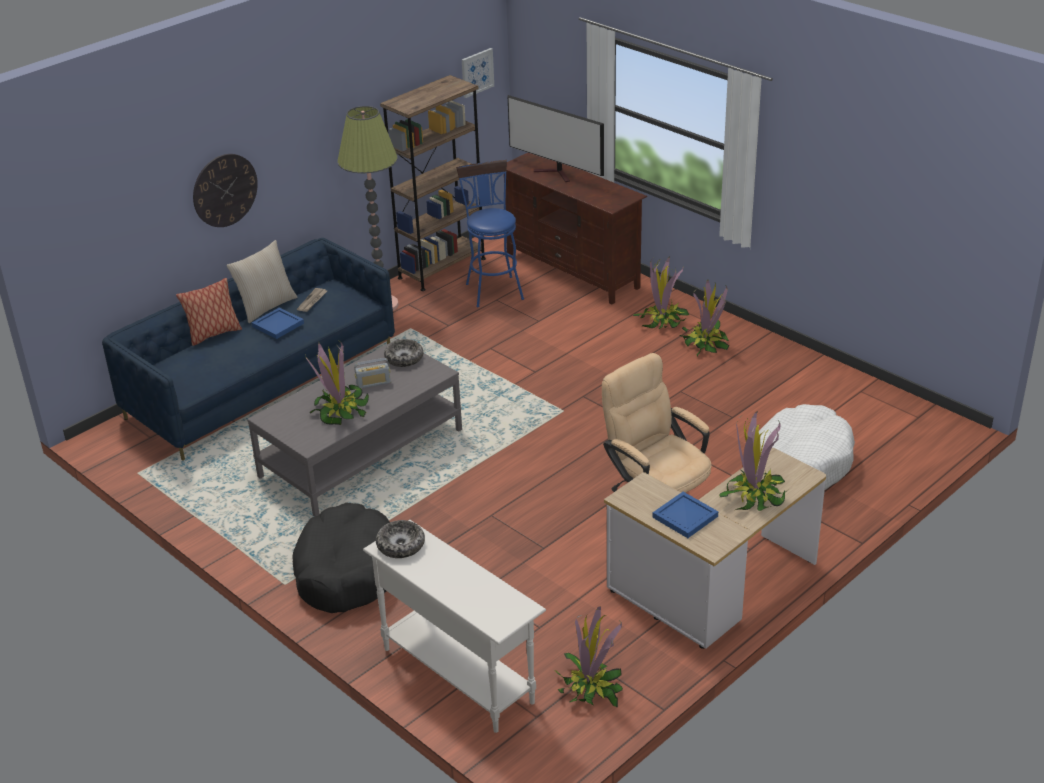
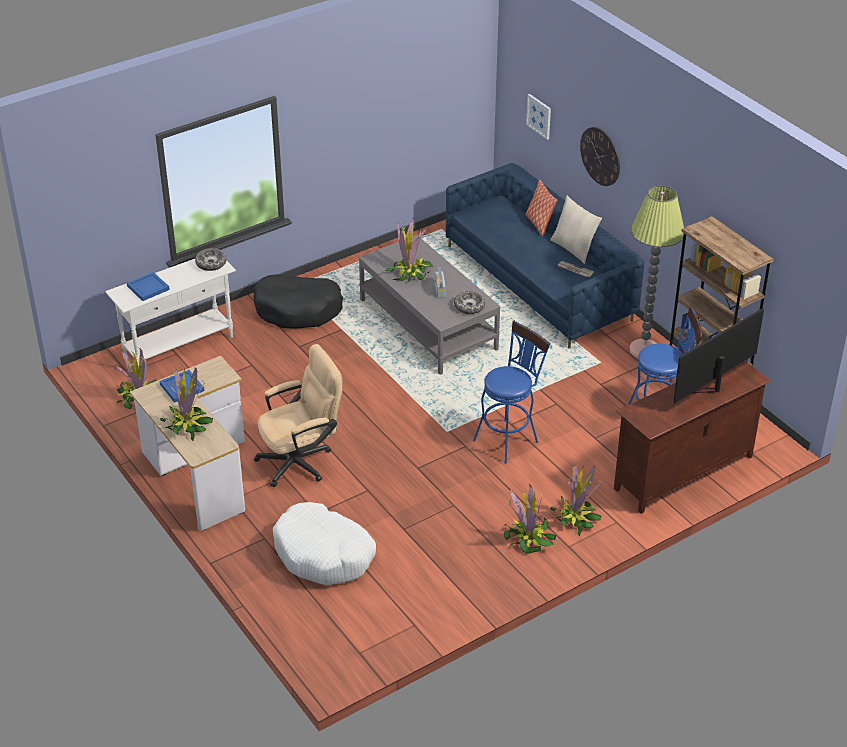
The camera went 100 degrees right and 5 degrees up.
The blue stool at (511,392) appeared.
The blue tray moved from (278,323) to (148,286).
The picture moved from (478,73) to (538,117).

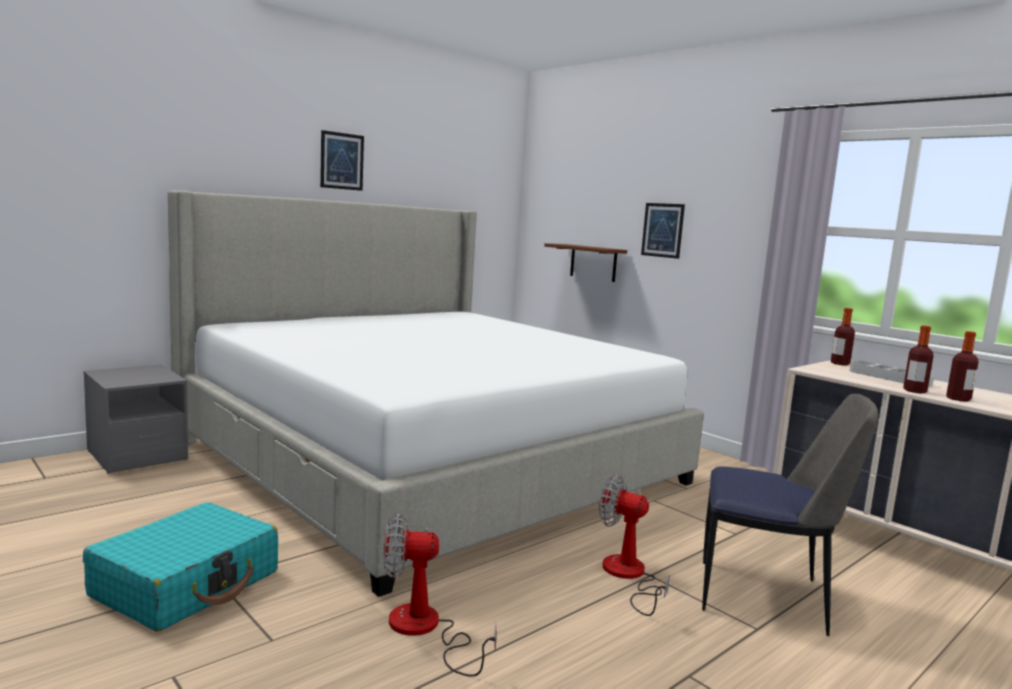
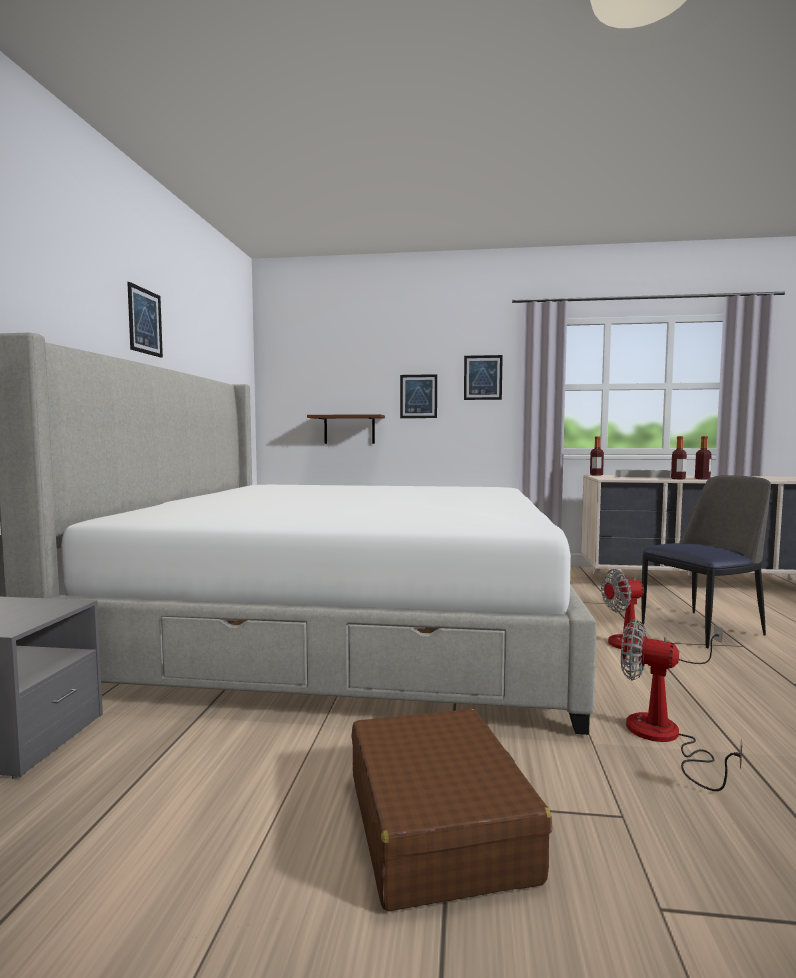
The camera went 40 degrees left and 5 degrees down.
The picture at (483,377) appeared.
The turquoise suitcase at (180,567) became the brown suitcase at (451,810).
The fan at (440,595) turned 75 degrees clockwise.

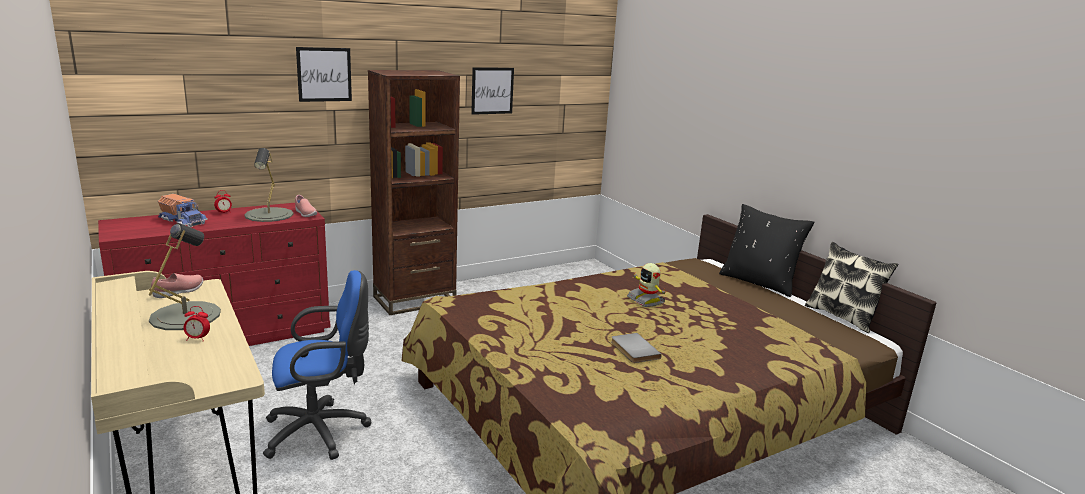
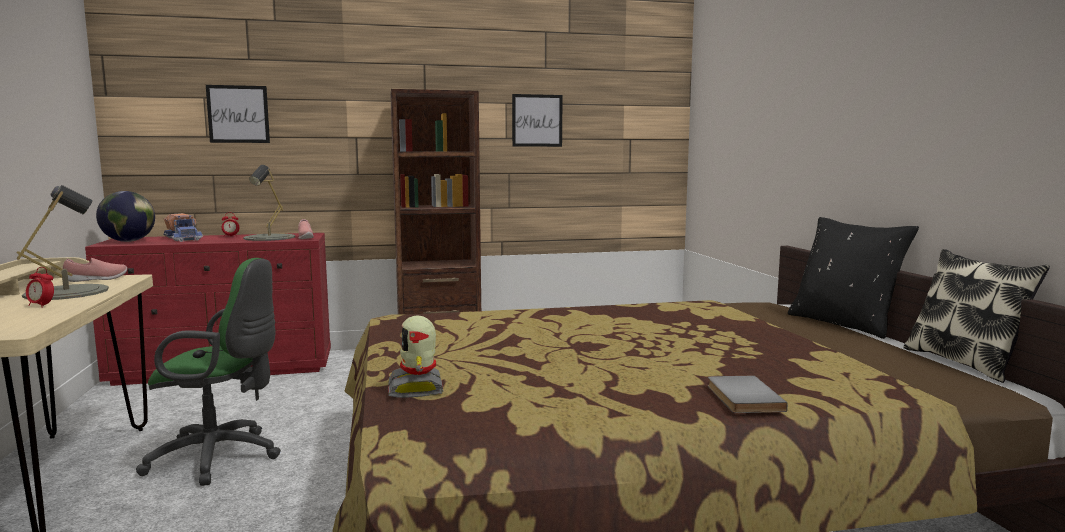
The camera went 20 degrees right and 10 degrees down.
The globe at (125,216) appeared.
The picture moved from (324,74) to (238,114).
The grey book moved from (636,348) to (748,394).
The toy robot moved from (646,285) to (415,357).
The blue office chair at (317,365) became the green office chair at (208,372).

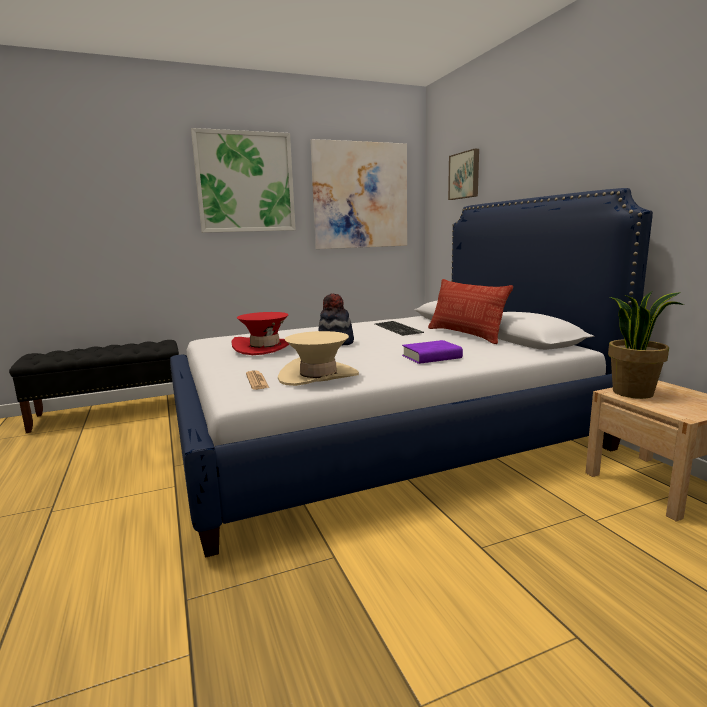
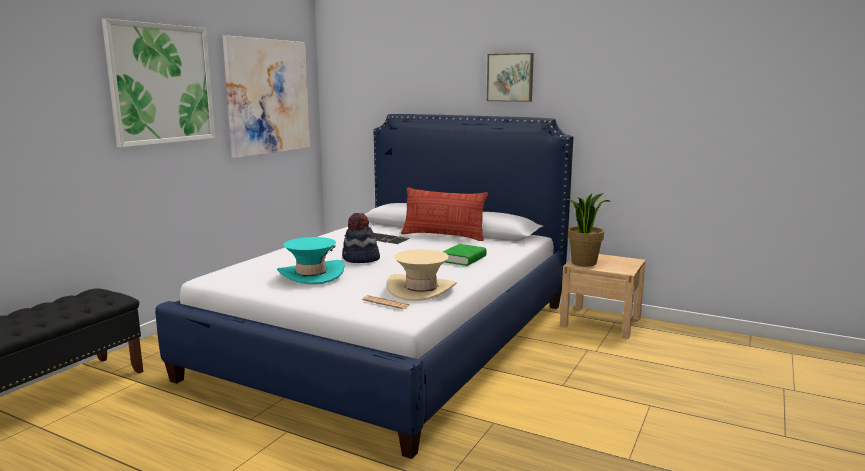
The camera went 40 degrees left and 0 degrees up.
The picture moved from (463,174) to (510,77).
The red hat at (261,333) became the turquoise hat at (310,260).
The purple book at (432,352) became the green book at (465,255).

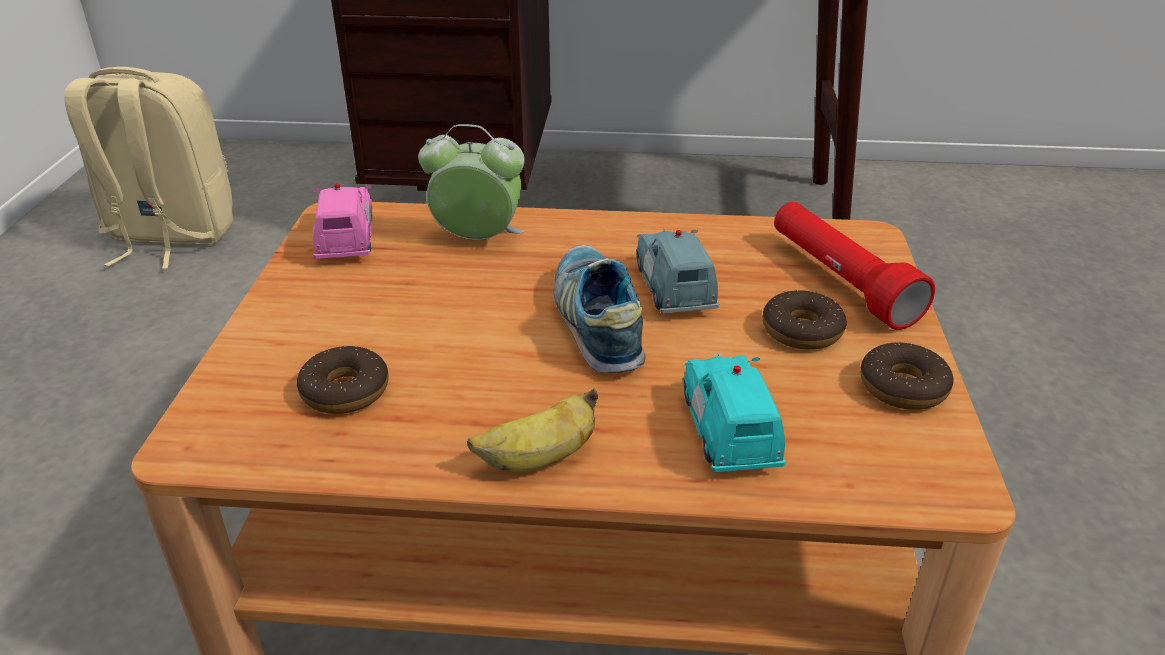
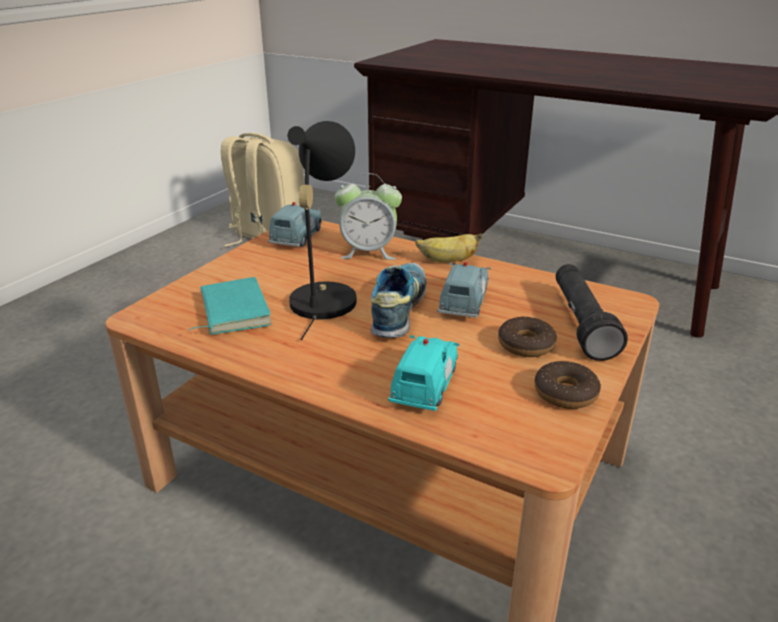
The camera went 25 degrees right and 5 degrees down.
The black table lamp at (322,230) appeared.
The banana moved from (532,430) to (448,247).
The donut at (343,380) was replaced by the turquoise book at (230,306).
The pink toy car at (342,221) became the blue toy car at (295,224).
The red flashlight at (854,266) became the black flashlight at (592,312).
The alarm clock at (471,182) turned 150 degrees clockwise.

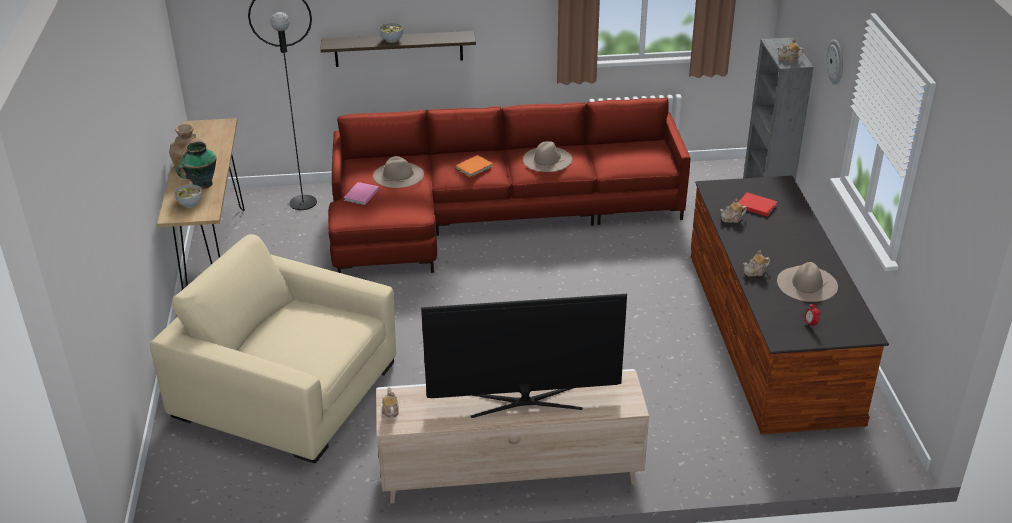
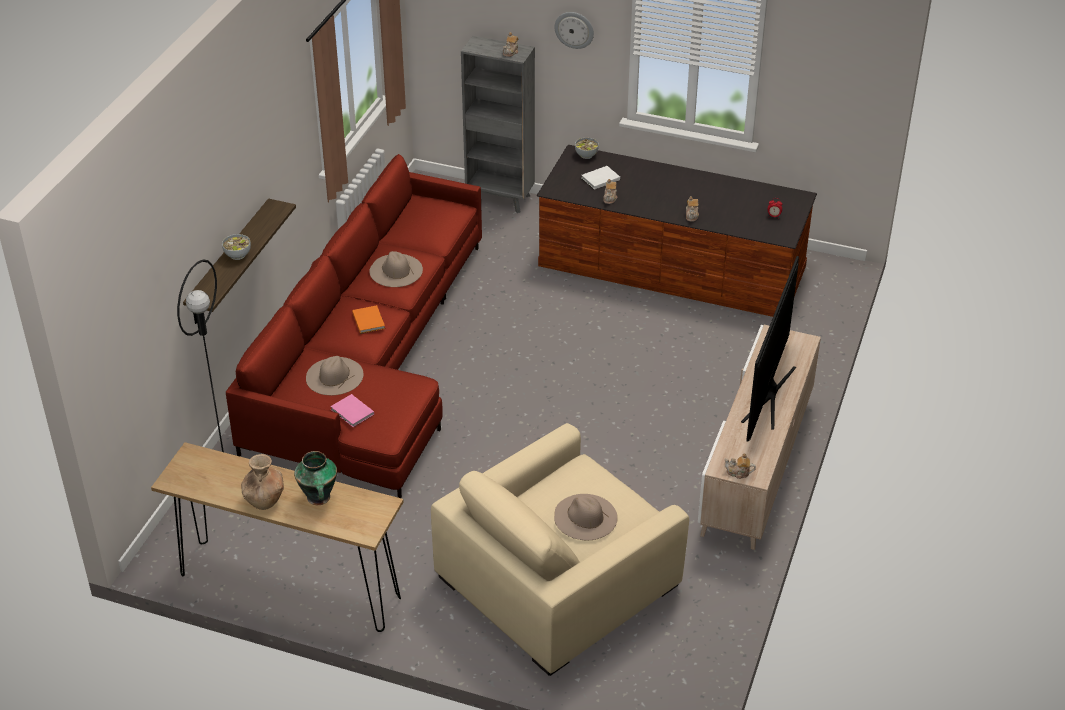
The camera went 65 degrees left and 5 degrees up.
The bowl moved from (188,196) to (587,148).
The beige hat moved from (807,282) to (586,517).
The red book at (758,205) became the white book at (601,178).

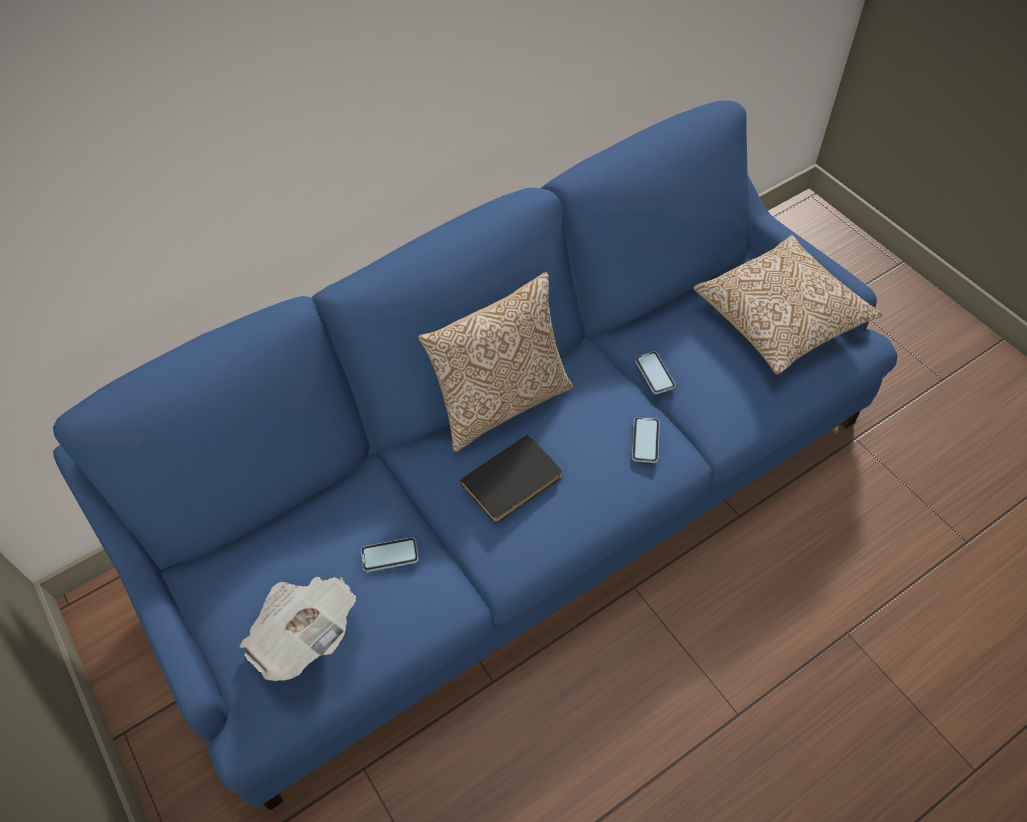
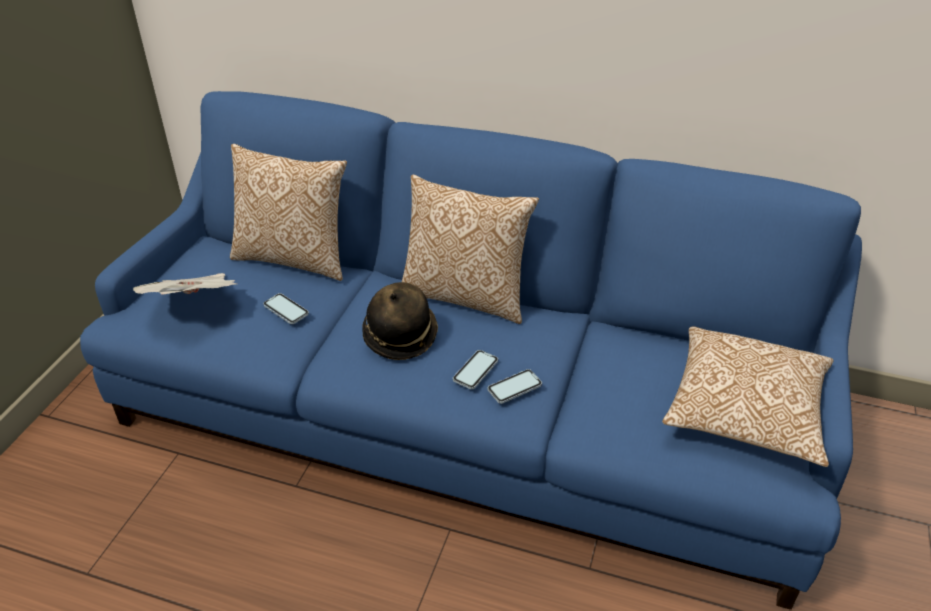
The camera went 50 degrees right and 15 degrees down.
The pillow at (288,212) appeared.
The phone moved from (655,372) to (475,369).
The black book at (511,478) was replaced by the hat at (400,321).

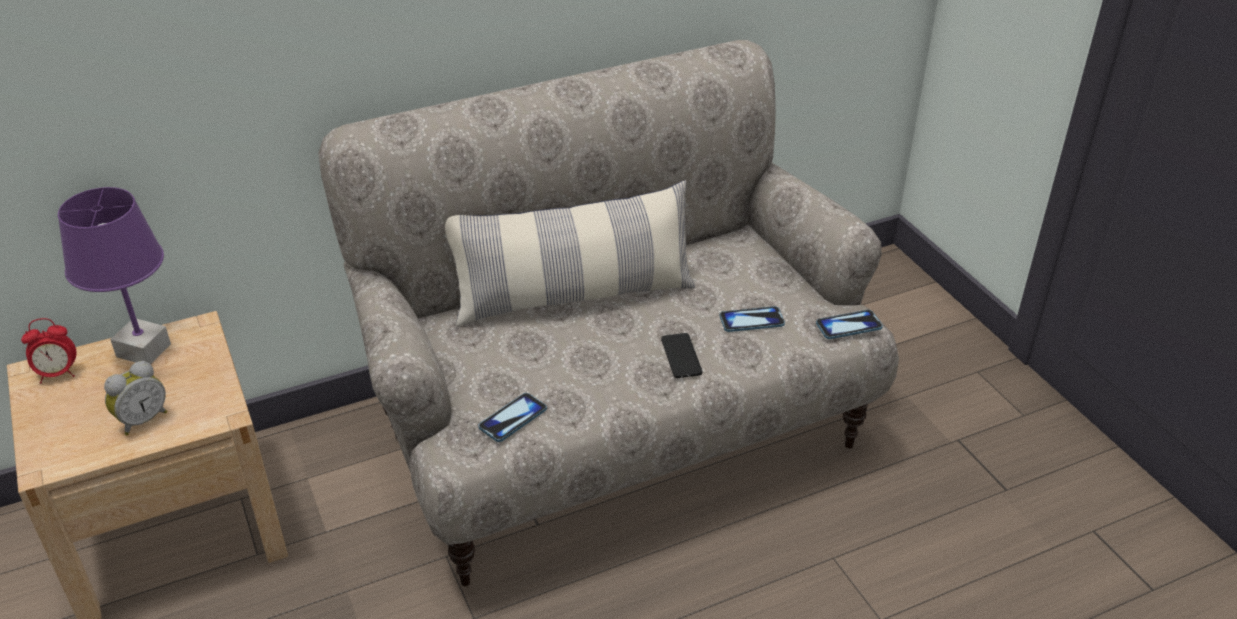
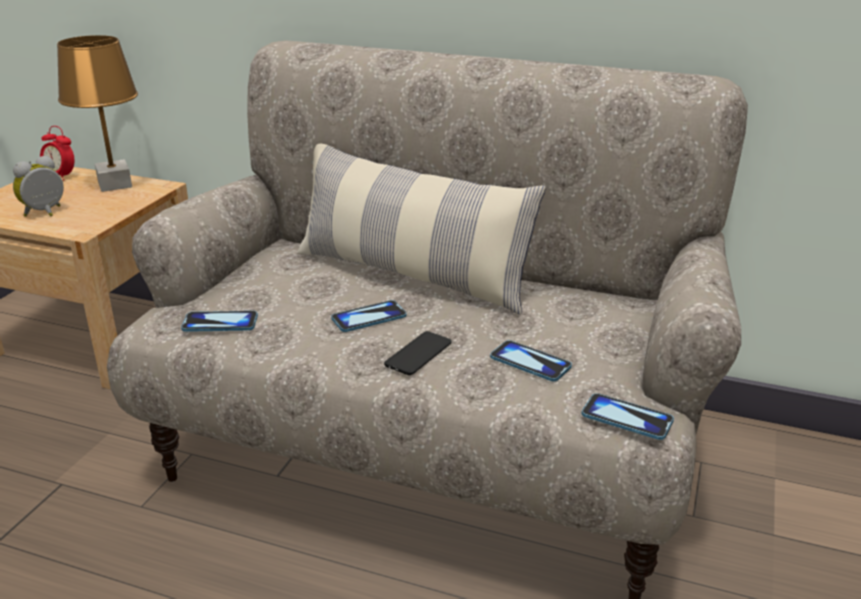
The camera went 45 degrees right and 10 degrees down.
The phone at (369,316) appeared.
The purple table lamp at (114,275) became the brown table lamp at (97,113).
The alarm clock at (135,398) turned 135 degrees clockwise.

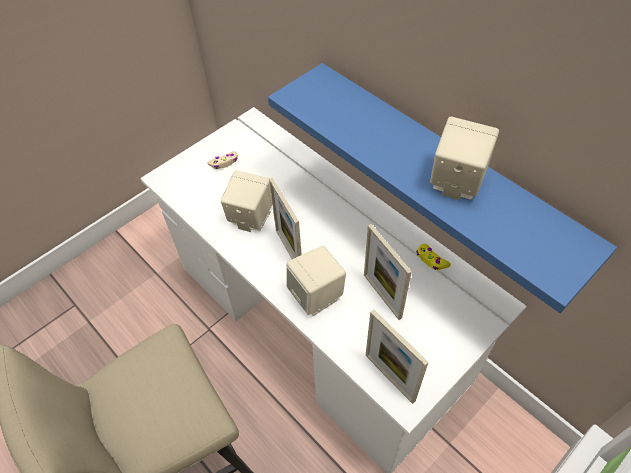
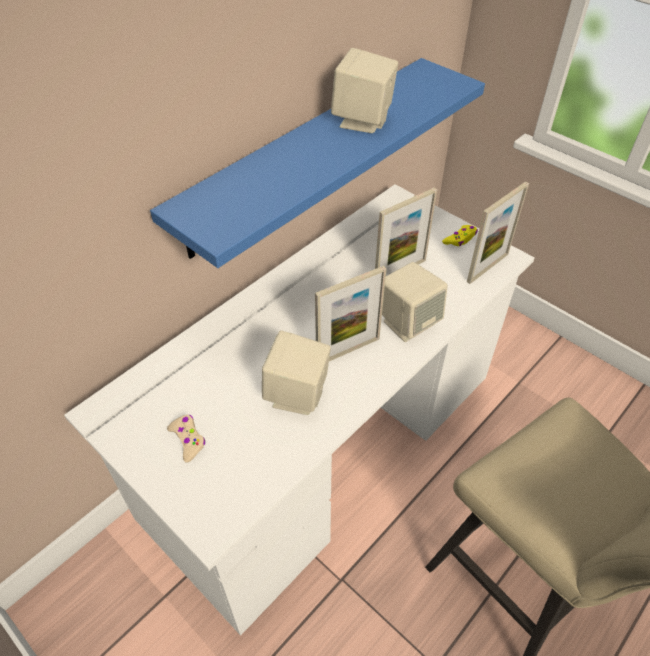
The camera went 95 degrees left and 5 degrees down.
The yellow game controller moved from (433,257) to (460,235).

